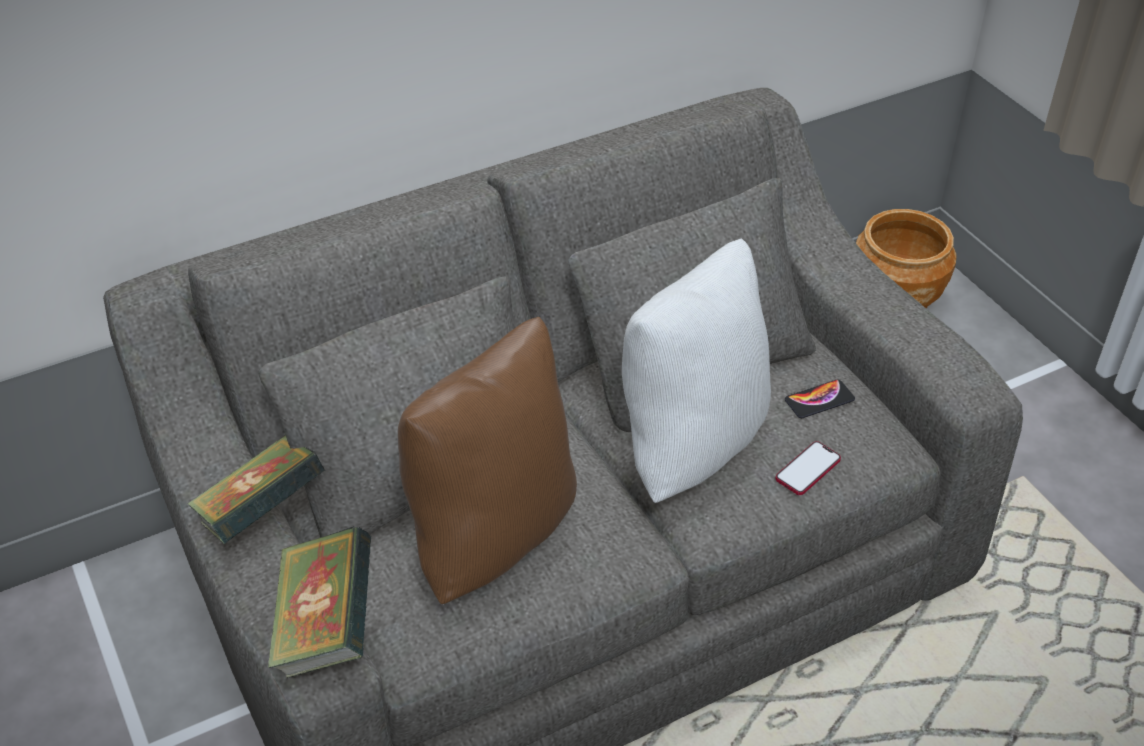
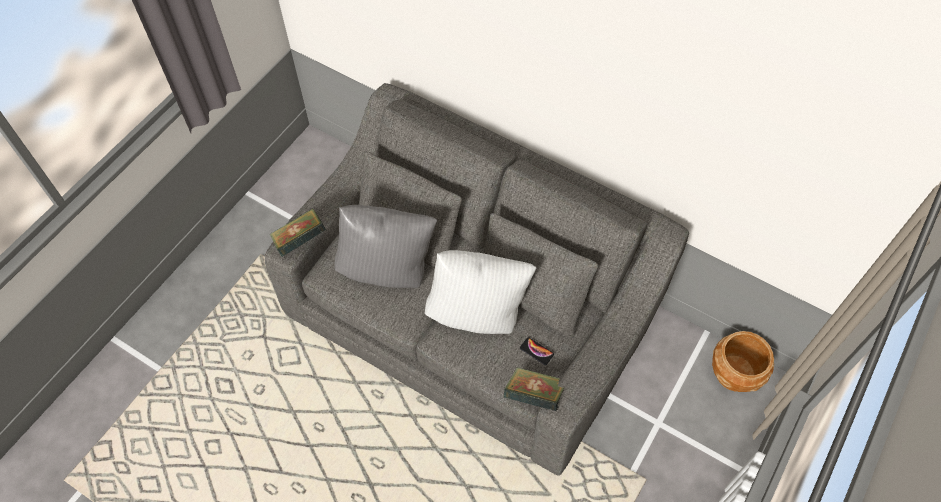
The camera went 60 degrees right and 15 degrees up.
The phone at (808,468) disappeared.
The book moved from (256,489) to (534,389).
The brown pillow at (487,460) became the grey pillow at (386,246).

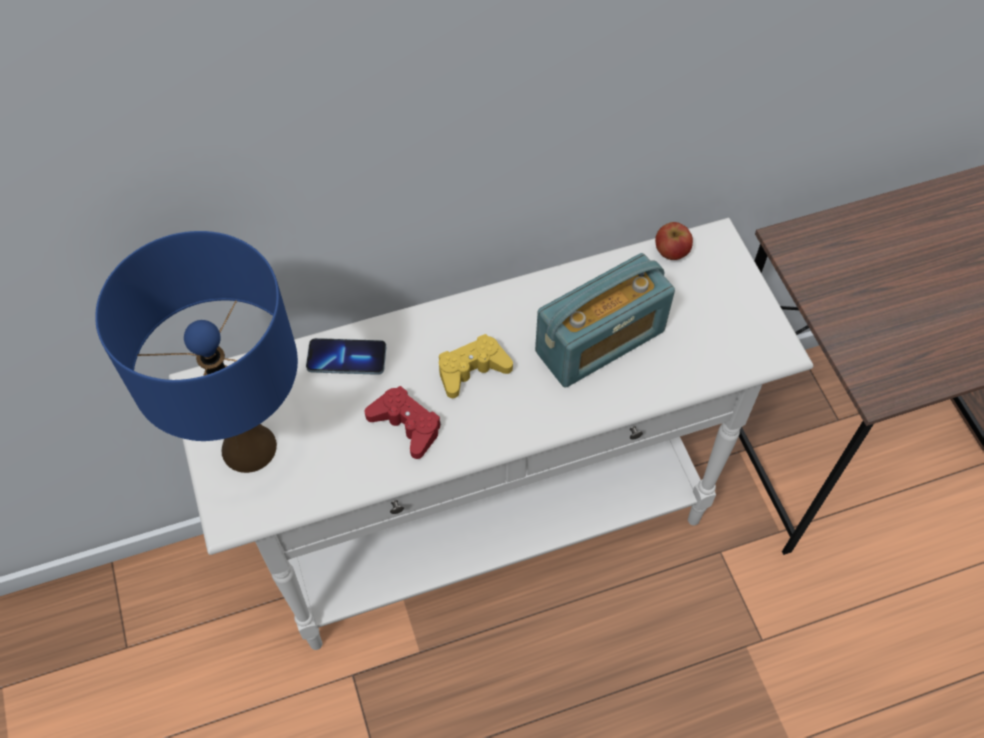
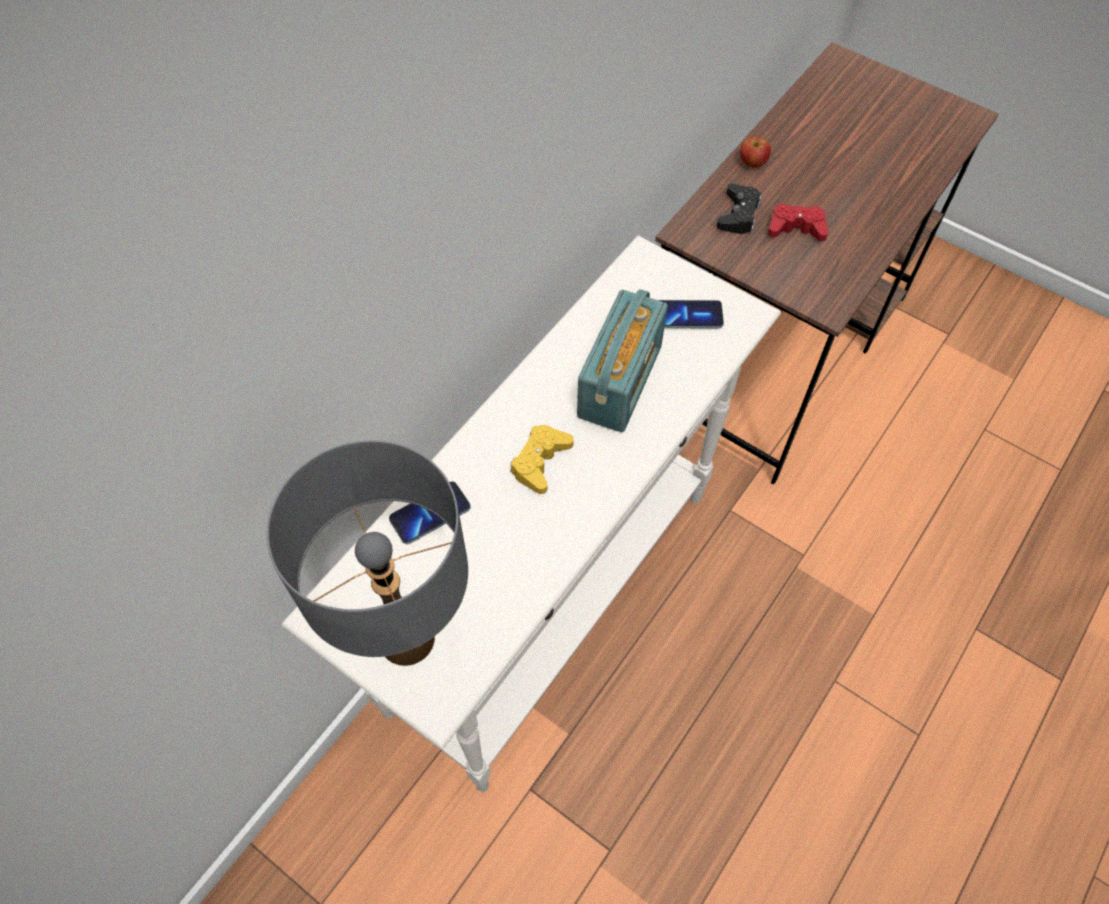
The camera went 35 degrees left and 0 degrees up.
The phone at (691,314) appeared.
The black game controller at (739,209) appeared.
The red game controller moved from (403,422) to (798,222).
The apple moved from (674,241) to (755,152).
The blue table lamp at (196,352) became the grey table lamp at (367,553).

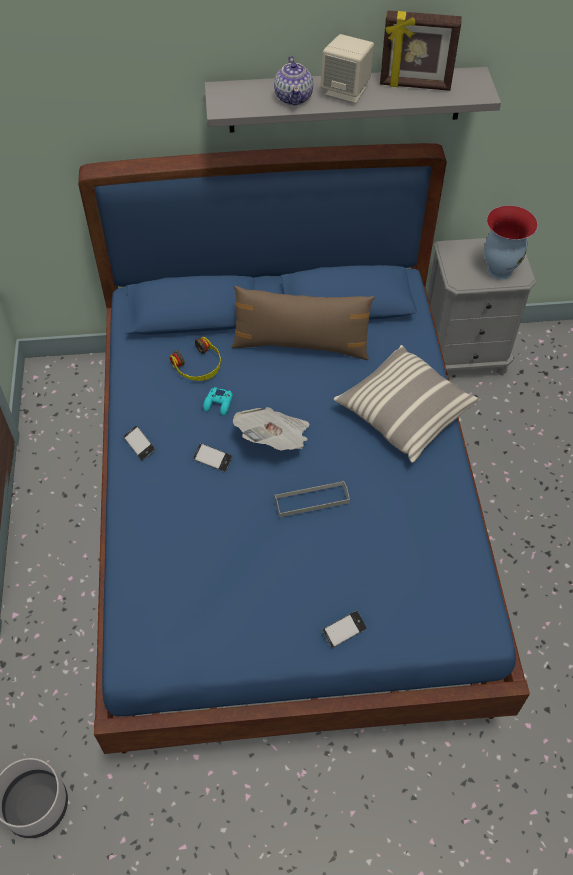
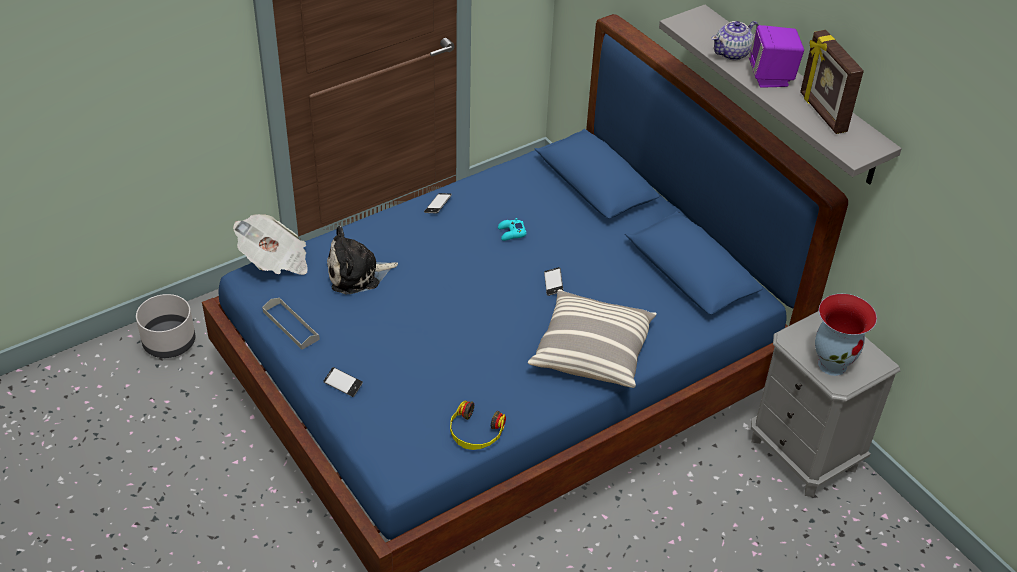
The camera went 60 degrees right and 10 degrees down.
The brown pillow at (303,323) disappeared.
The plush toy at (362,260) appeared.
The headphones moved from (195,359) to (478,425).
The phone moved from (213,457) to (554,281).
The newspaper moved from (271,429) to (270,244).
The grey tray moved from (312,499) to (291,324).
The beige speaker at (347,69) became the purple speaker at (776,56).

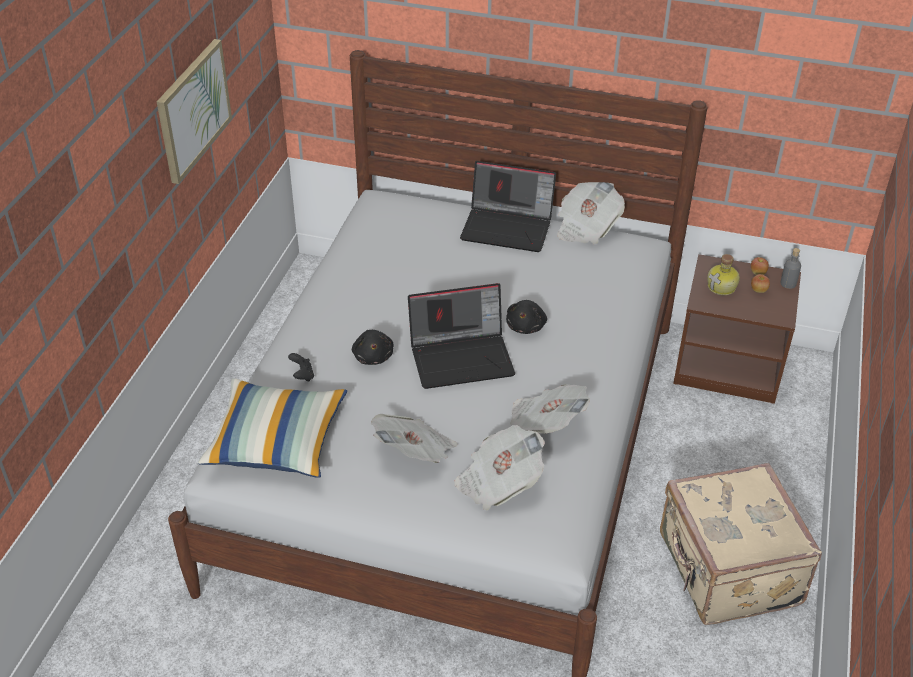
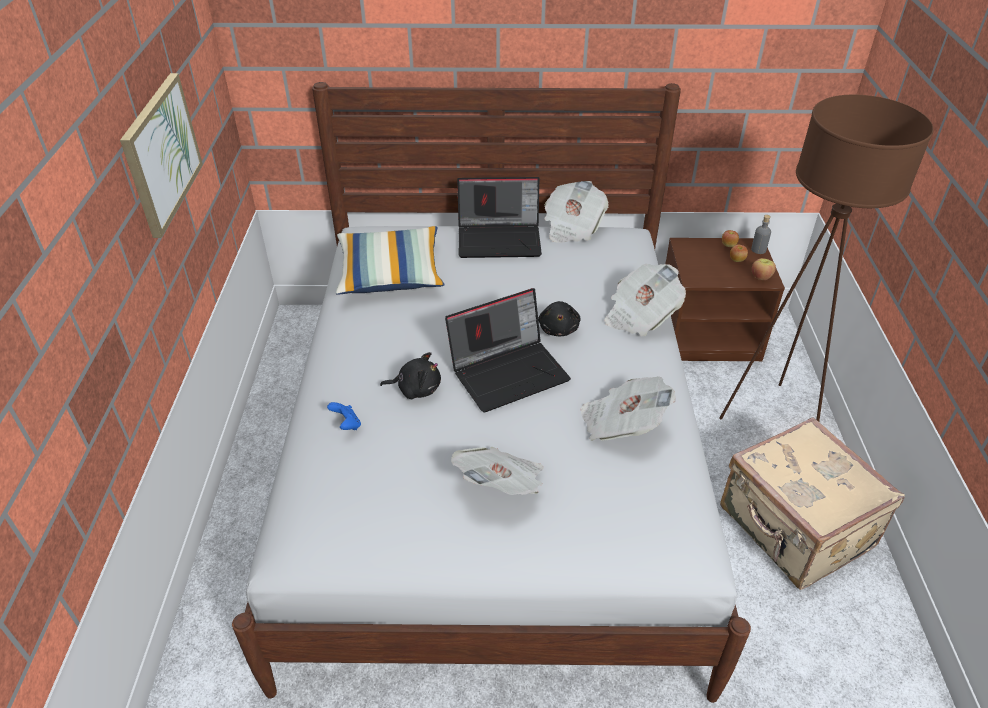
The camera went 15 degrees left and 0 degrees up.
The bottle at (723,274) disappeared.
The brown floor lamp at (826,258) appeared.
The apple at (764,269) appeared.
The pillow moved from (272,428) to (390,260).
The newspaper moved from (500,468) to (645,300).
The black game controller at (301,367) became the blue game controller at (344,416).
The black plush toy at (373,347) turned 60 degrees counterclockwise.

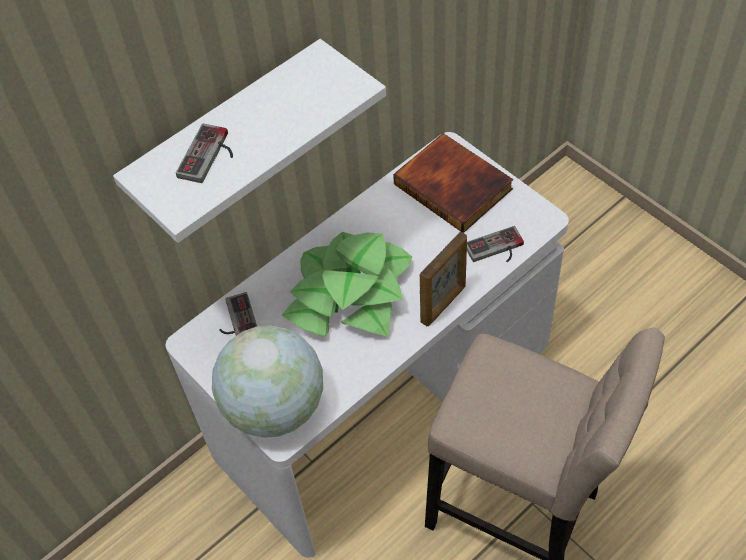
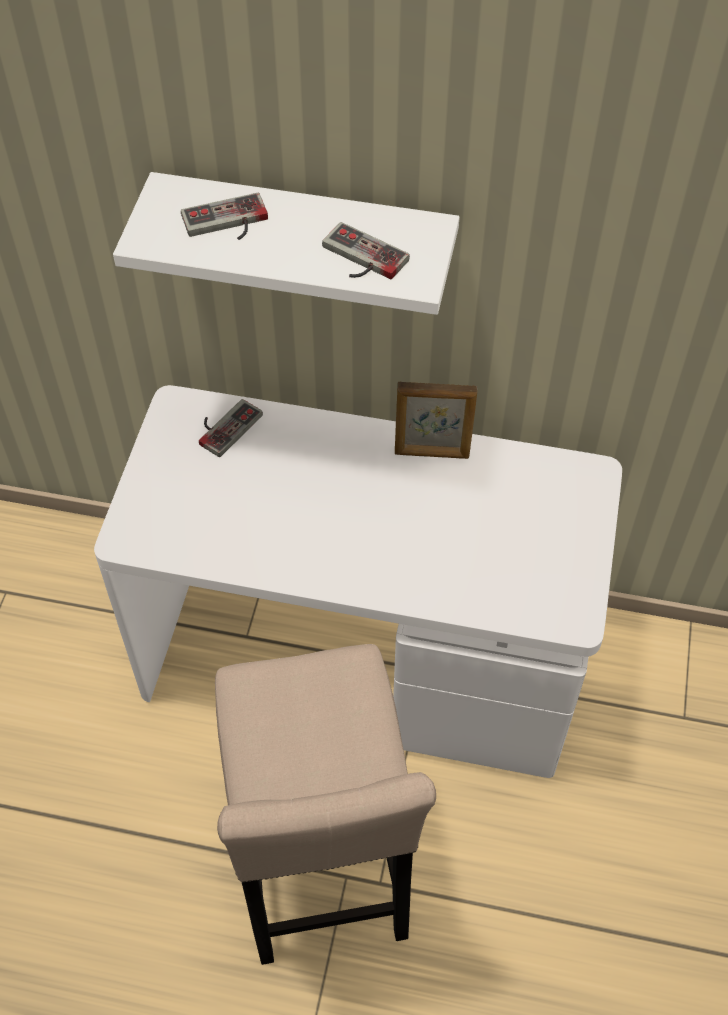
The camera went 50 degrees right and 0 degrees up.
The globe at (267,381) disappeared.
The potted plant at (347,284) disappeared.
The book at (453,183) disappeared.
The picture frame moved from (443,278) to (436,420).
The game controller moved from (495,244) to (366,250).

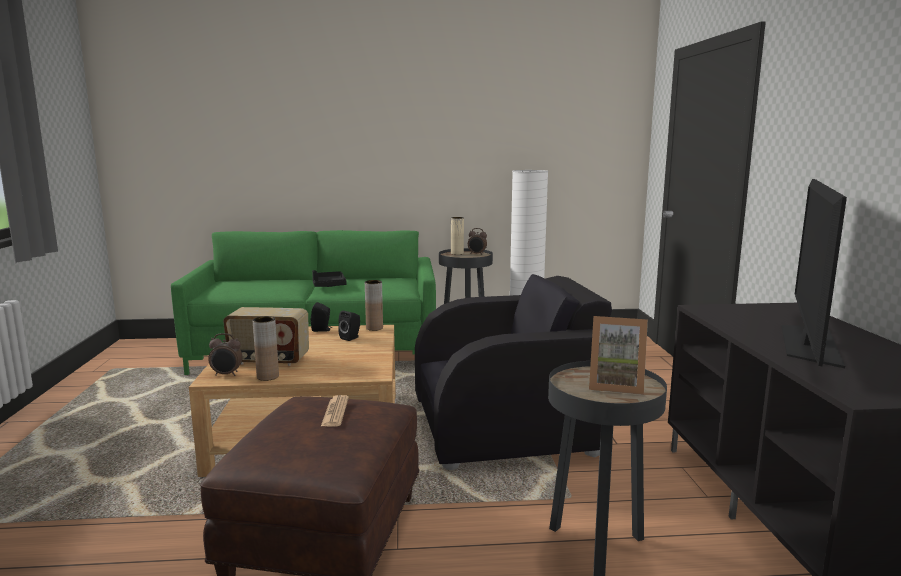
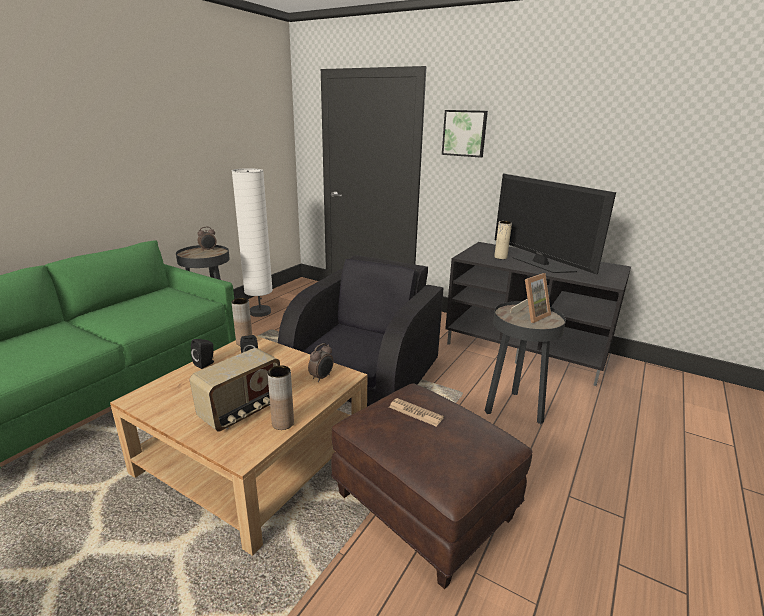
The camera went 55 degrees left and 10 degrees up.
The black tray at (329,278) disappeared.
The picture at (465,134) appeared.
The alarm clock moved from (225,354) to (321,362).
The beige vase moved from (457,236) to (503,240).

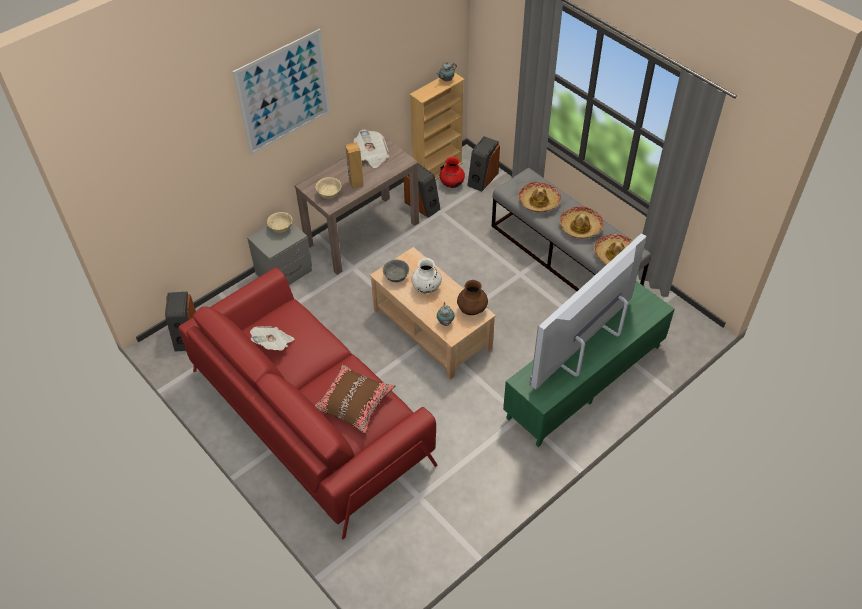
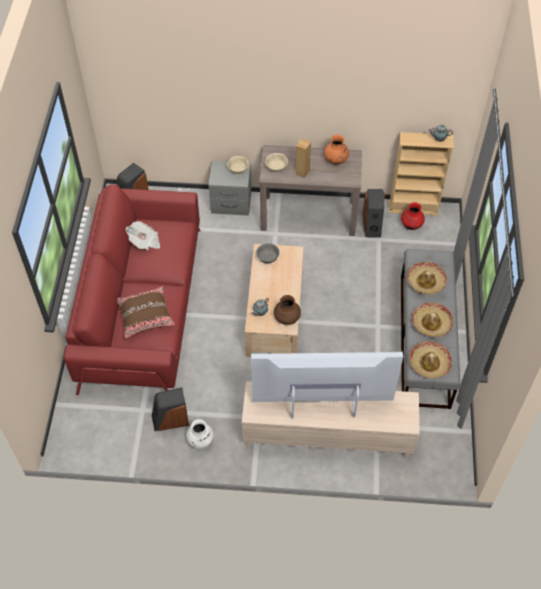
The camera went 45 degrees right and 5 degrees up.
The picture at (281,92) disappeared.
The white vase moved from (426,276) to (200,434).
The speaker moved from (483,164) to (170,409).
The newspaper at (371,148) was replaced by the orange vase at (336,149).
The green tv stand at (589,364) became the beige tv stand at (331,419).

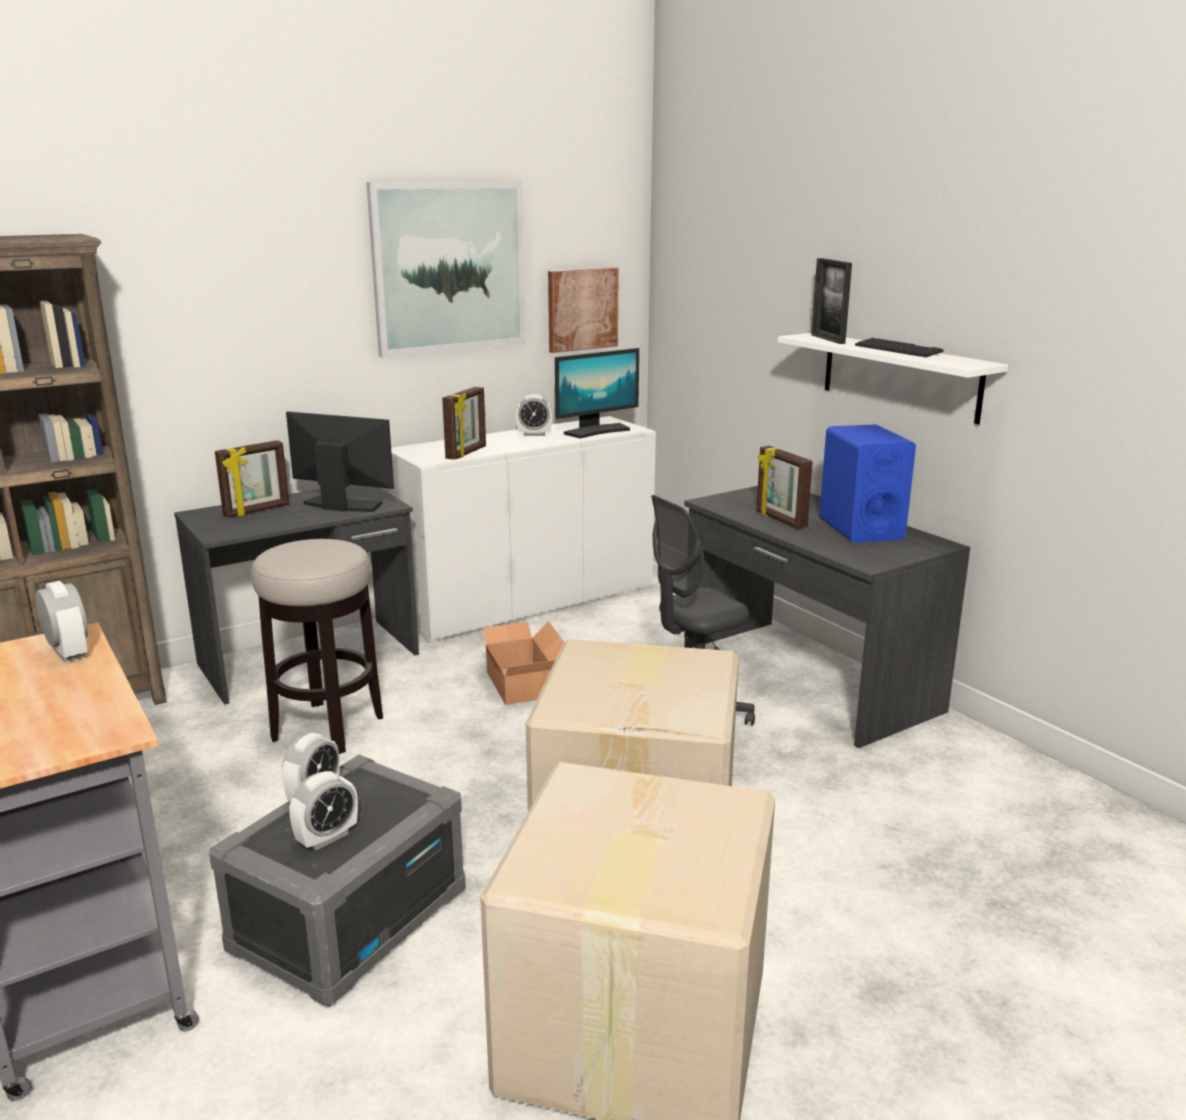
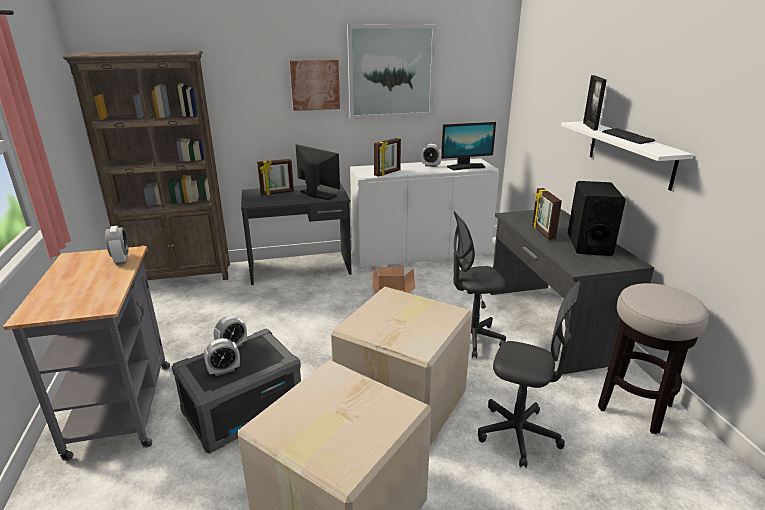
The camera went 20 degrees right and 5 degrees up.
The grey office chair at (529,374) appeared.
The stool moved from (317,646) to (653,358).
The picture moved from (583,310) to (315,85).
The blue speaker at (867,483) became the black speaker at (597,218).

